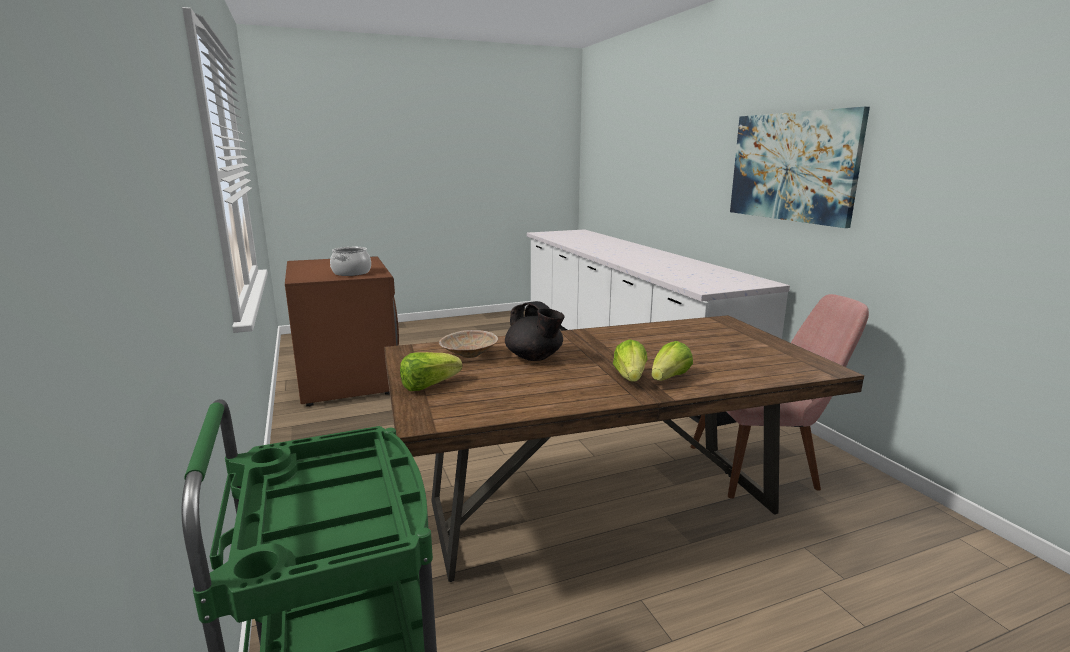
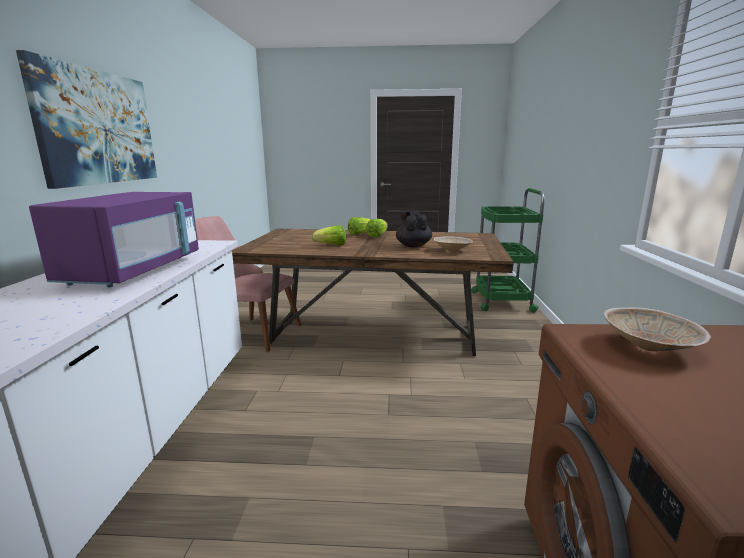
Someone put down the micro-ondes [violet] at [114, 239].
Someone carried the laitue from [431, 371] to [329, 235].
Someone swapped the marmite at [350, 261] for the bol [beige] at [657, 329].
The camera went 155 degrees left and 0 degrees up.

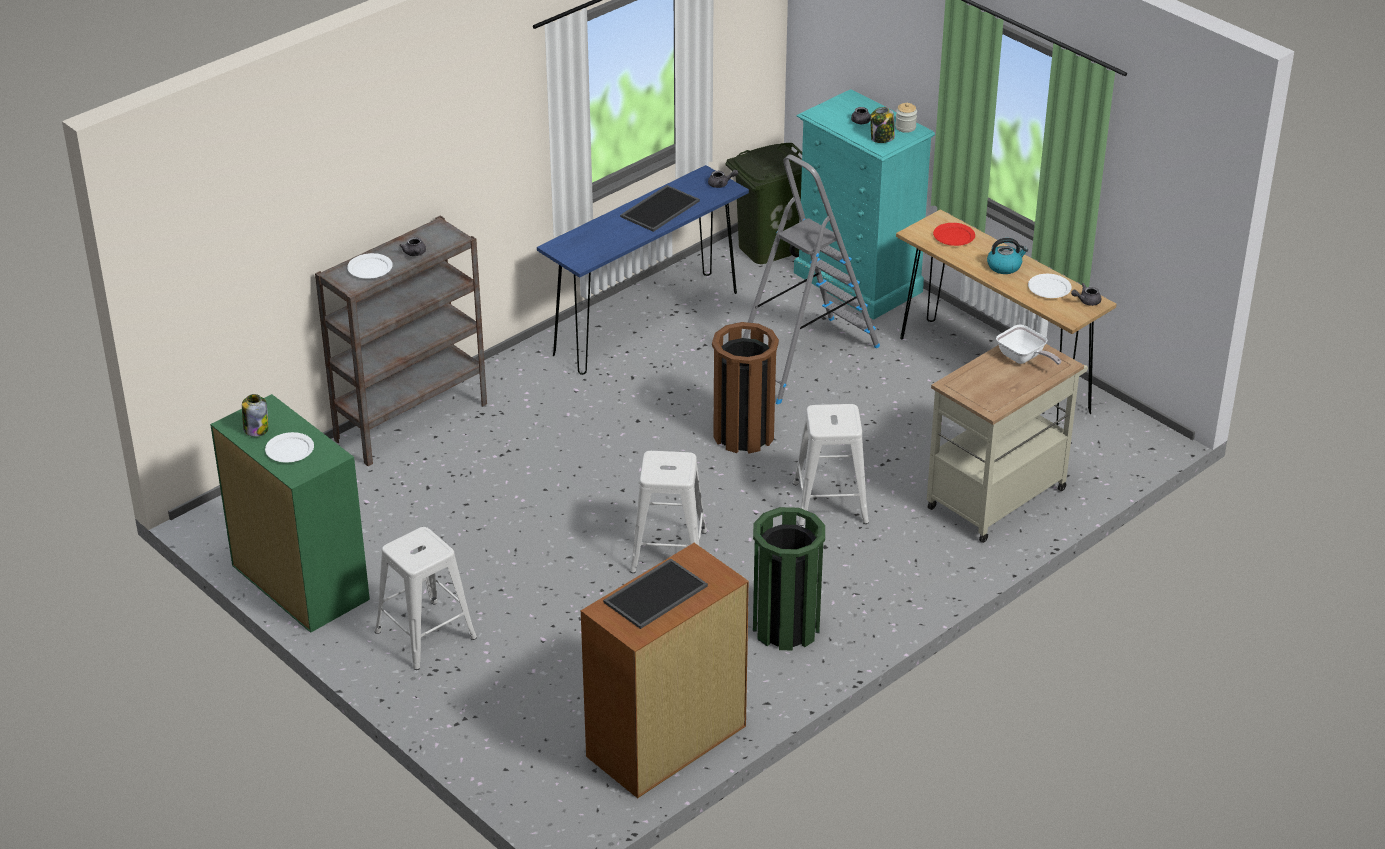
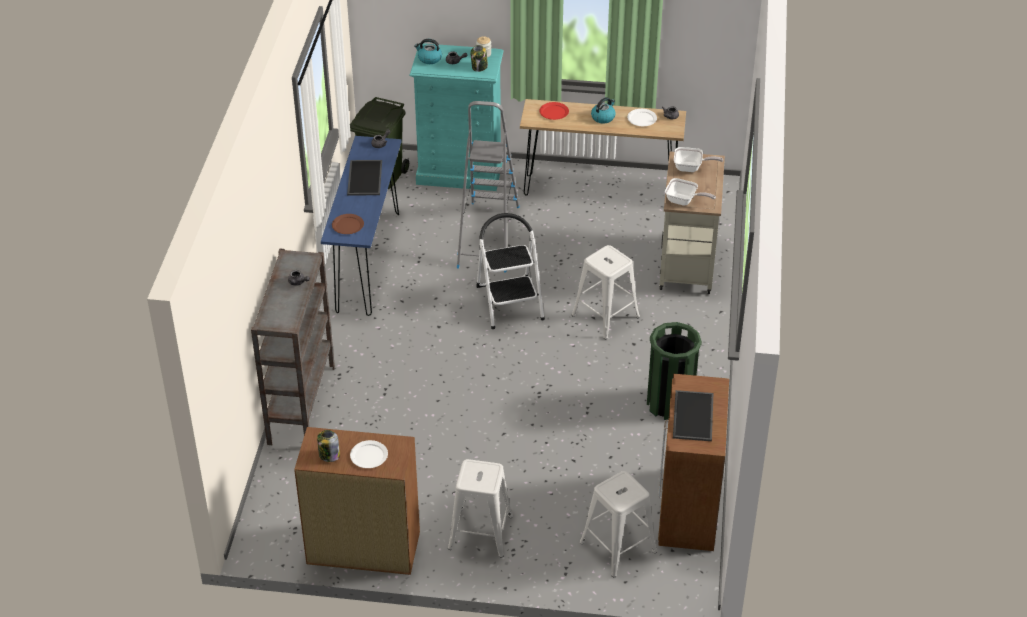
Someone took away the assiette [blanc] at [370, 266].
Someone put down the assiette [marron] at [348, 224].
Someone put down the bouilloire at [428, 51].
Someone put down the poêle at [690, 192].
Someone carried the tabouret [blanc] from [668, 512] to [618, 524].
Someone swapped the poubelle [marron] at [745, 387] for the escabeau at [510, 271].
Someone repainted the meuble de rangement [vert] at [290, 513], which became the meuble de rangement [marron] at [357, 501].
The camera went 40 degrees left and 5 degrees up.

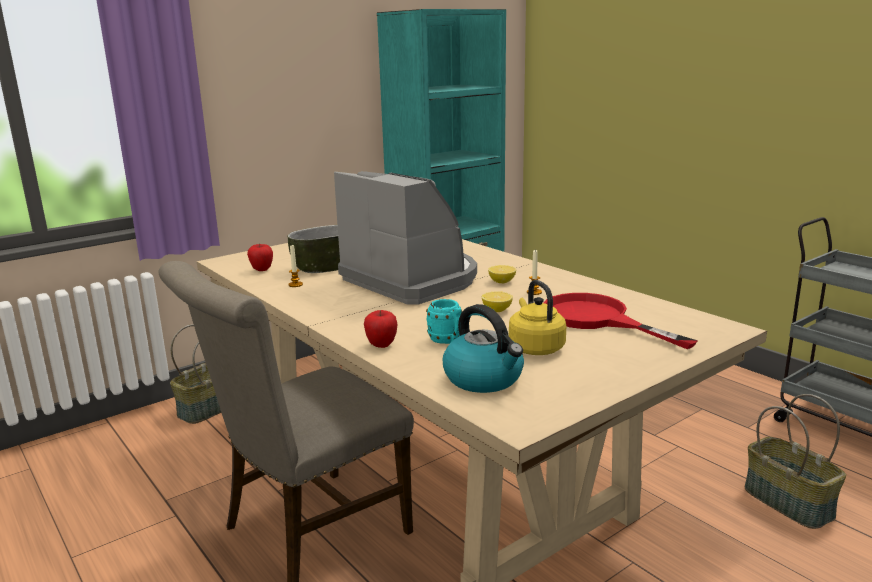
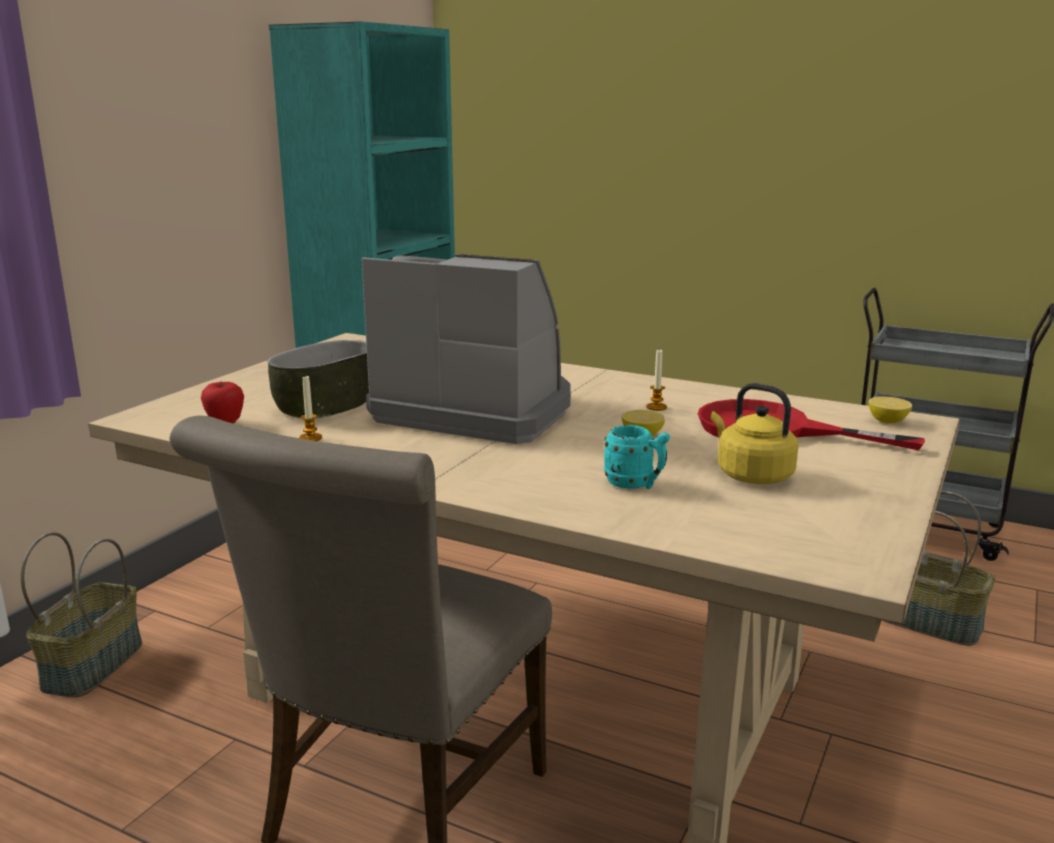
Someone took away the pomme at [380, 329].
Someone took away the bouilloire at [483, 348].
Someone carried the citron from [502, 274] to [890, 410].
The camera went 25 degrees left and 0 degrees up.

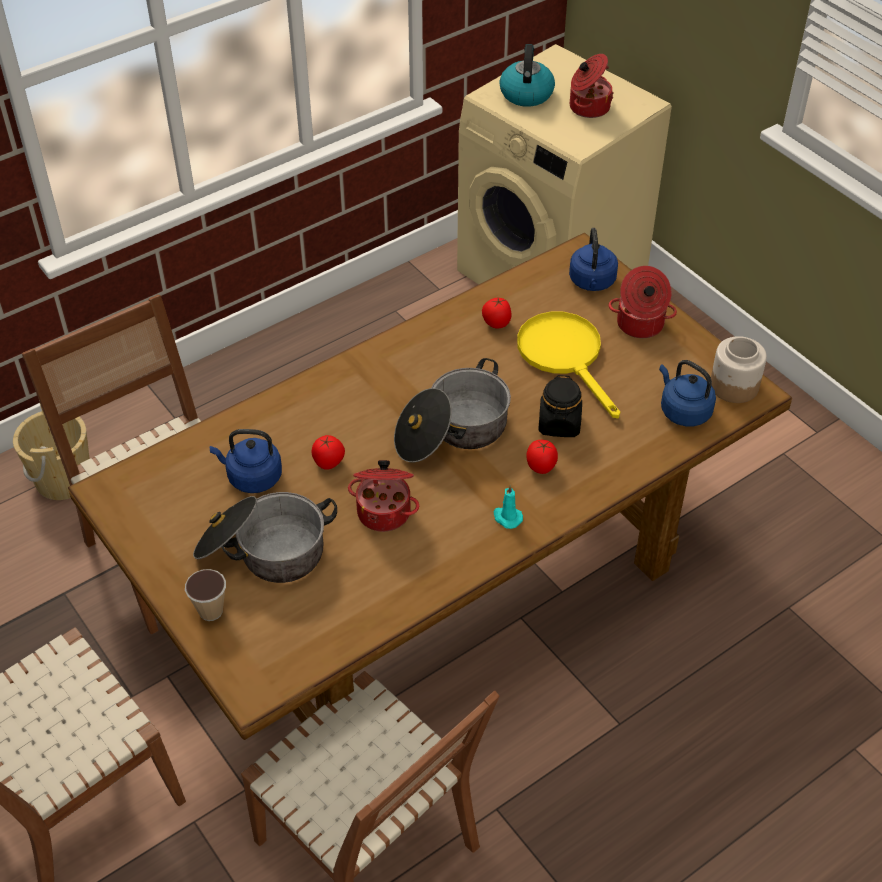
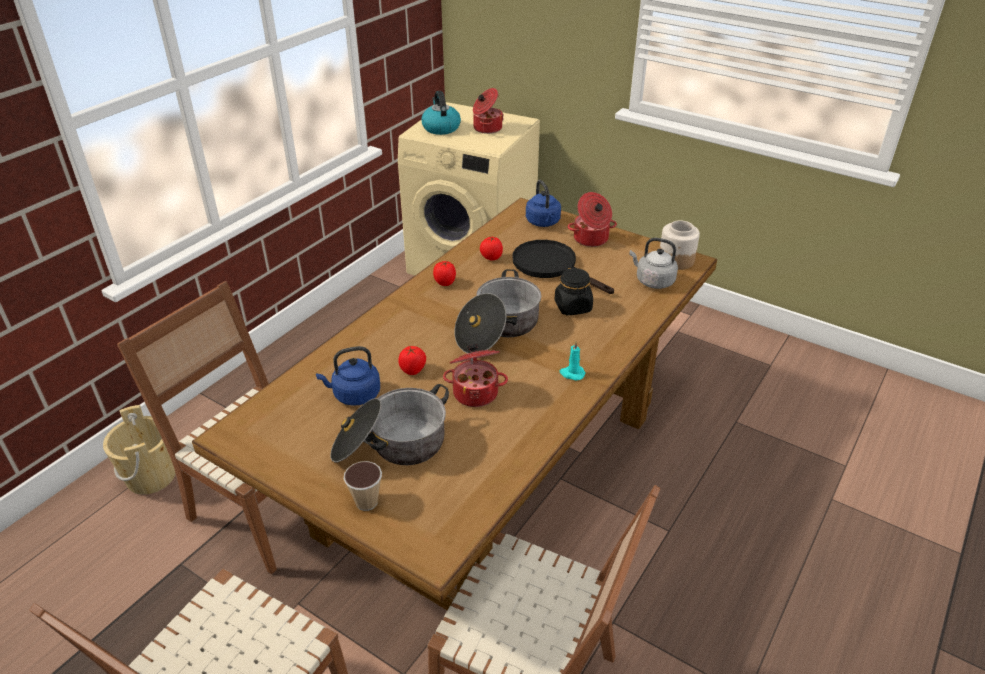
Someone carried the tomate from [542, 457] to [444, 273].
Someone repainted the poêle [jaune] at [568, 365], which became the poêle [noir] at [563, 267].
Someone repainted the bouilloire [bleu] at [687, 393], which became the bouilloire [gris] at [653, 263].
The camera went 20 degrees left and 10 degrees down.

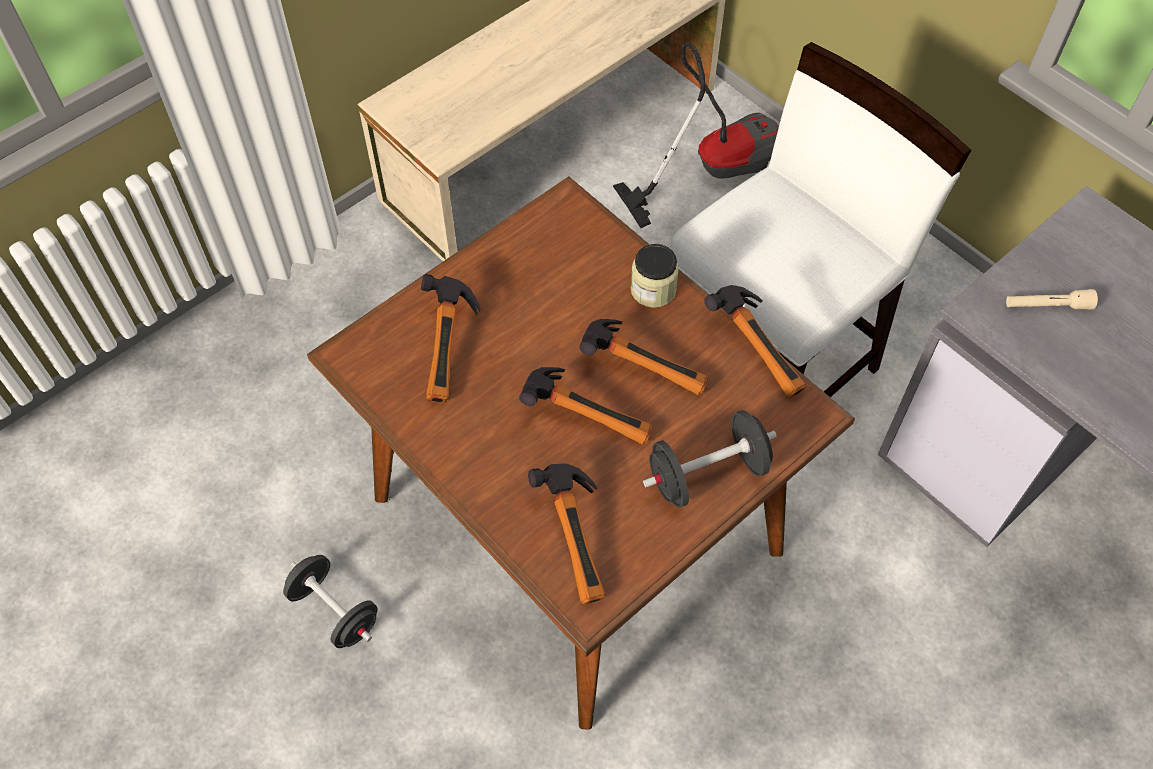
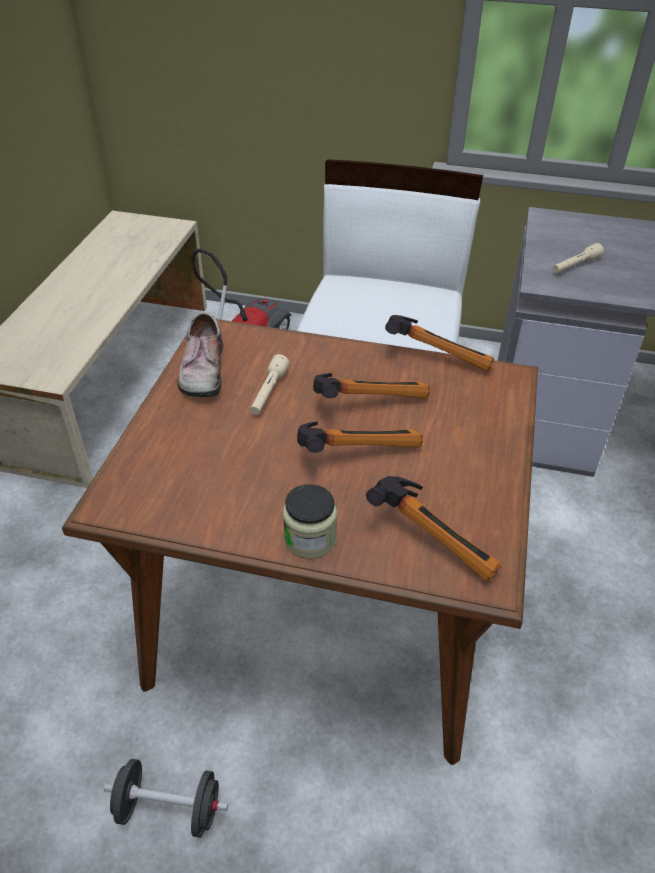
Someone took away the marteau at [451, 338].
Someone took away the haltère [noir] at [710, 459].
Someone put down the chaussure at [200, 355].
Someone put down the lampe de poche [beige] at [270, 384].
Someone carried the bocal from [655, 276] to [310, 521].
The camera went 35 degrees left and 15 degrees down.

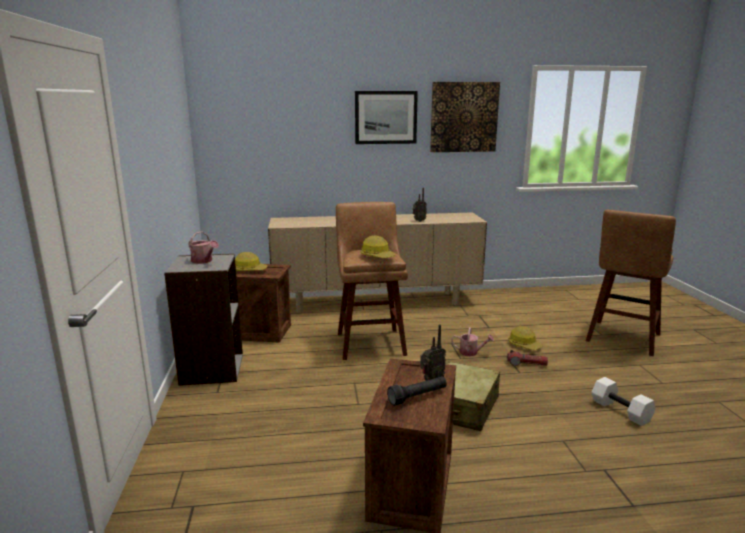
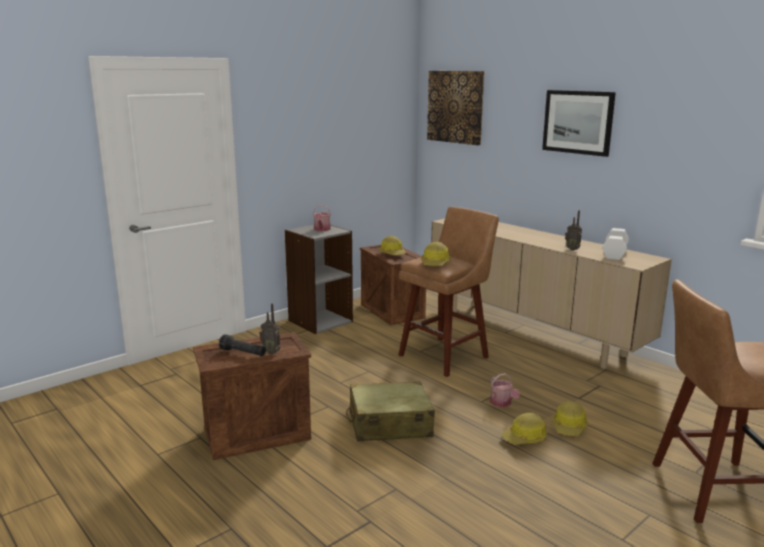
Someone carried the tableau from [465, 117] to [455, 108].
Someone carried the haltère [blanc] from [623, 401] to [615, 244].
Someone swapped the lampe de poche at [527, 358] for the casque de chantier at [524, 429].
The camera went 55 degrees right and 0 degrees up.

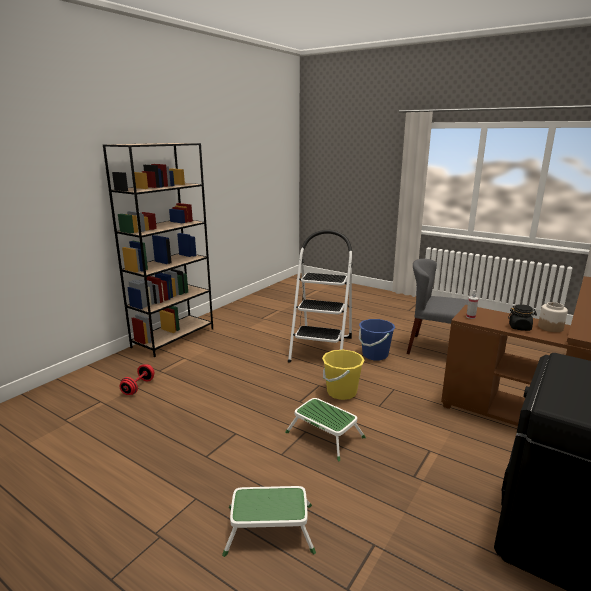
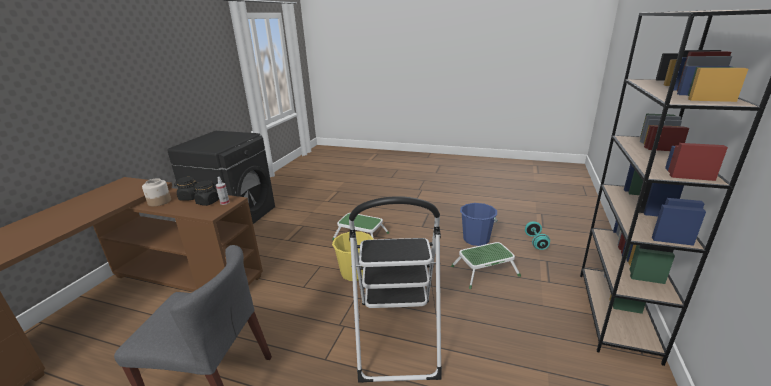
Someone put down the bocal [noir] at [206, 193].
Someone carried the escabeau [vert] from [269, 521] to [486, 265].
Someone carried the seau [bleu] from [377, 340] to [479, 224].
Someone repainted the haltère [rouge] at [137, 379], which became the haltère [turquoise] at [537, 236].
The camera went 165 degrees right and 5 degrees up.

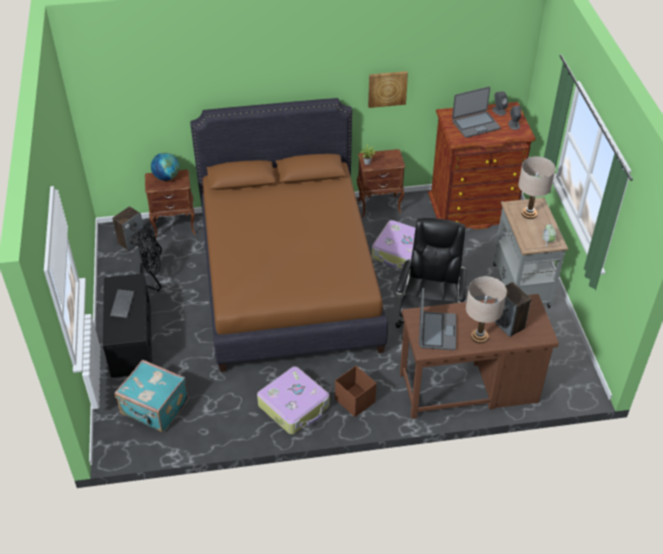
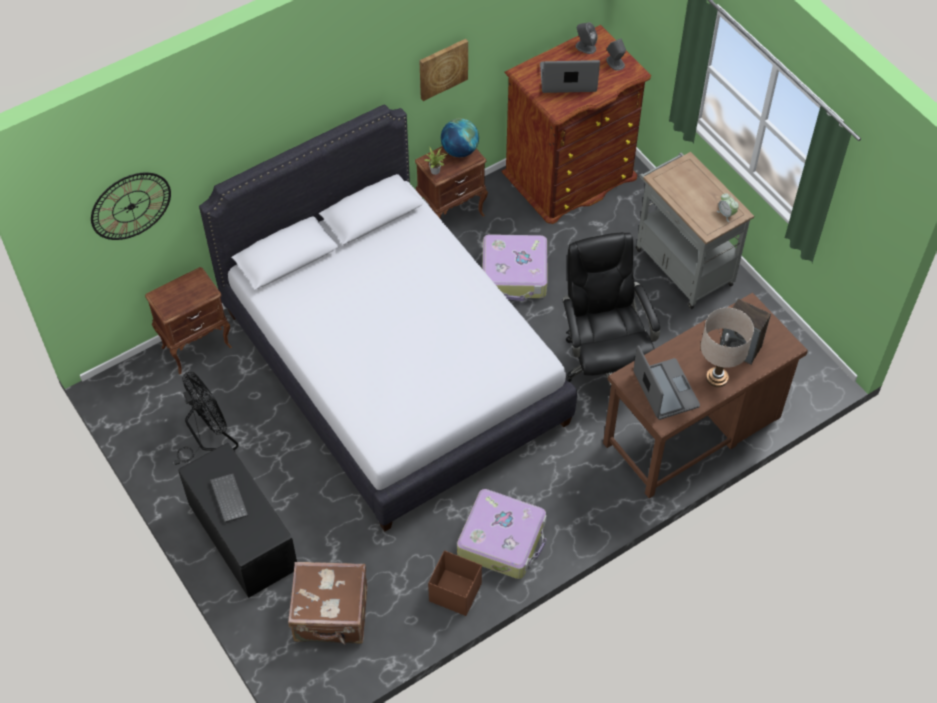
Someone took away the enceinte at [128, 228].
Someone took away the lampe de table [beige] at [536, 187].
Someone put up the horloge murale at [131, 206].
Someone carried the globe from [165, 166] to [460, 137].
Someone carried the boîte de rangement [marron] from [356, 391] to [455, 583].
Someone repainted the valise [turquoise] at [152, 395], which became the valise [marron] at [327, 603].
Someone repainted the lit [marron] at [289, 235], which became the lit [blanc] at [388, 318].
Someone rotated the ordinateur portable at [476, 112] by 135 degrees counterclockwise.
The camera went 25 degrees left and 10 degrees up.

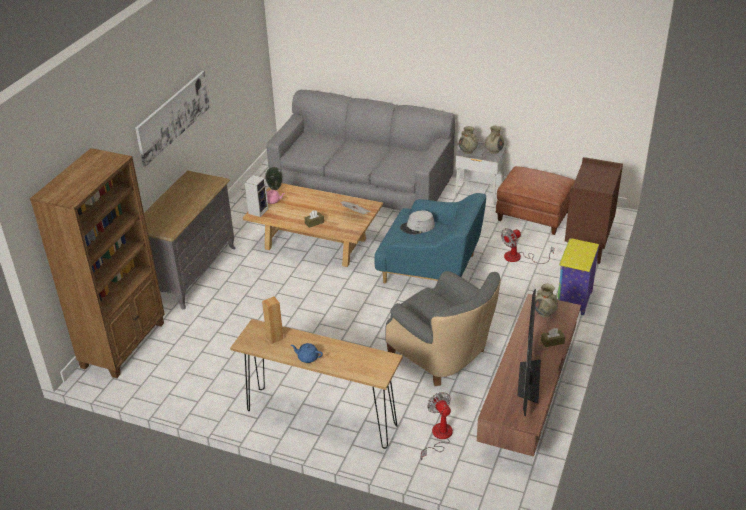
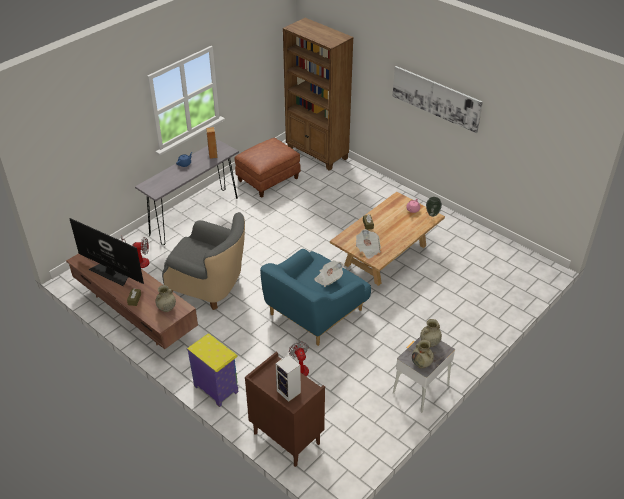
Someone took away the commode [gris] at [190, 240].
Someone took away the canapé [gris] at [360, 150].
Someone carried the enceinte from [256, 196] to [288, 378].
Someone carried the pouf [marron] from [535, 200] to [268, 168].
Someone swapped the chapeau [gris] at [417, 223] for the journal at [329, 273].
Someone repainted the table console [marron] at [316, 384], which became the table console [gris] at [187, 192].
Someone rotated the fauteuil [gris] at [443, 328] by 135 degrees counterclockwise.
The camera went 110 degrees right and 5 degrees up.

